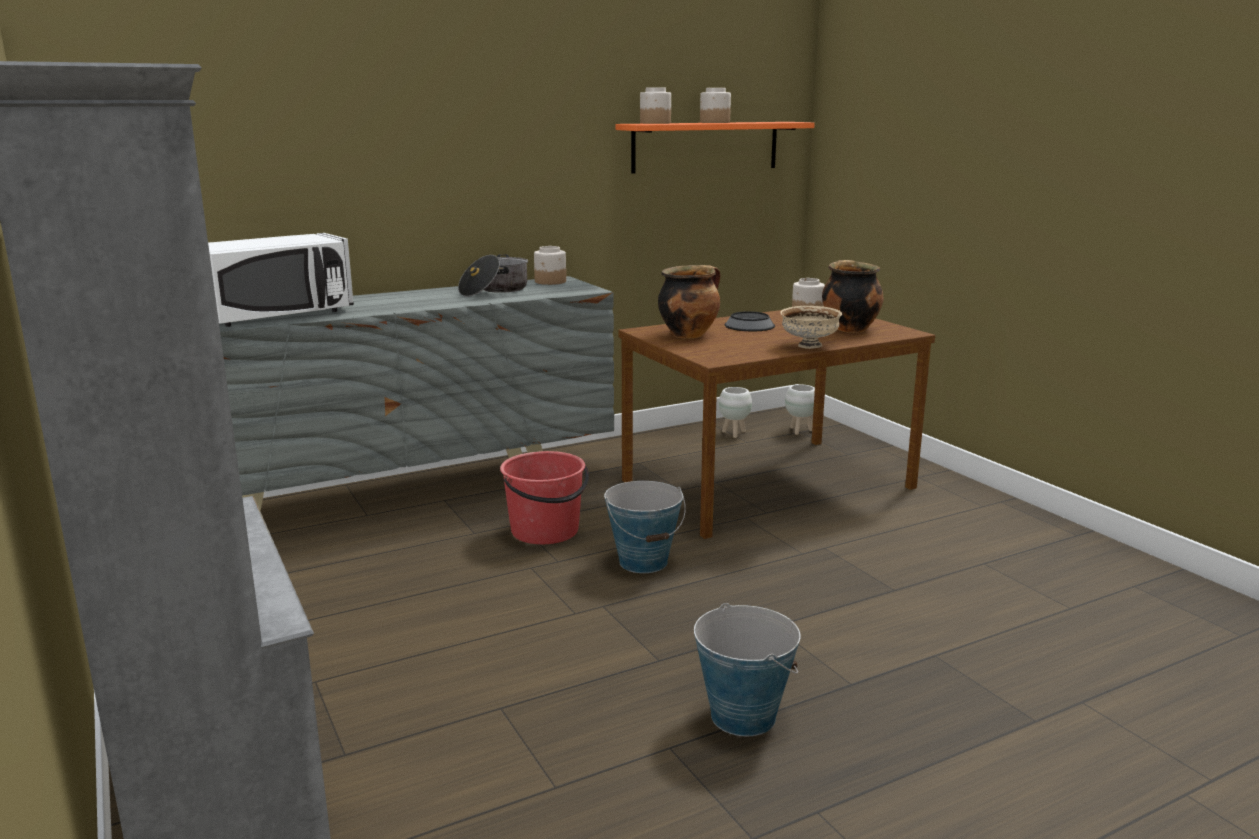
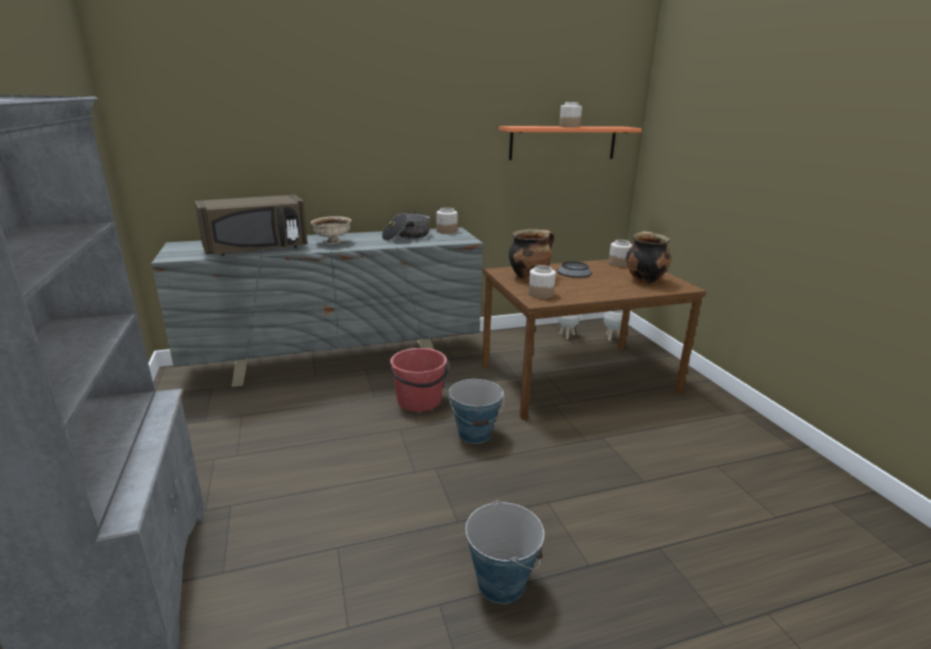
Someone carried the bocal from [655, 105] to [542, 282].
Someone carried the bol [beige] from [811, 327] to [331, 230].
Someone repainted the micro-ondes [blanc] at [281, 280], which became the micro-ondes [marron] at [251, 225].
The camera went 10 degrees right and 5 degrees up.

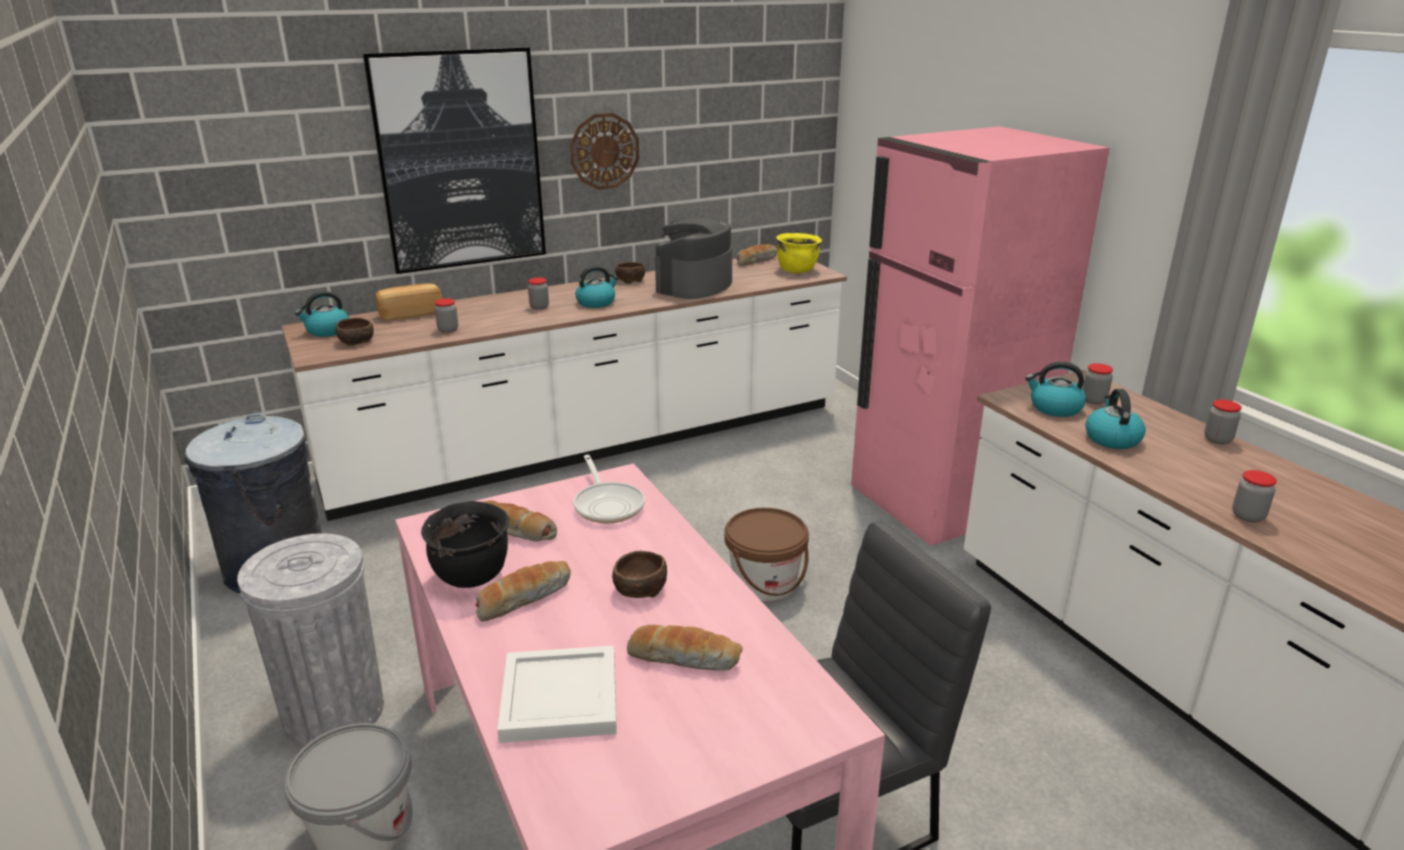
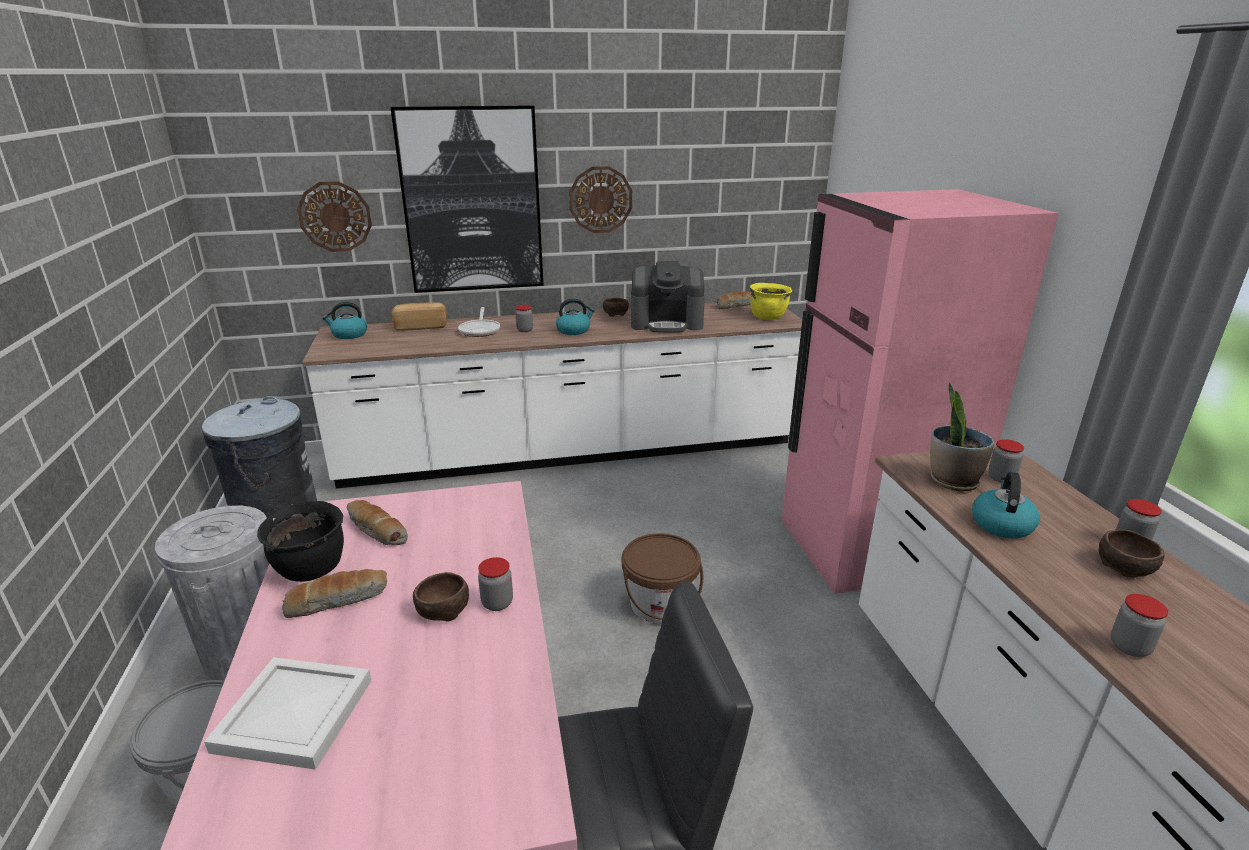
Someone took away the pain at [685, 648].
Someone put up the horloge murale at [334, 216].
Someone carried the bol [marron] from [354, 332] to [1132, 553].
Someone carried the bocal from [446, 315] to [495, 584].
Someone carried the poêle from [609, 489] to [479, 322].
Someone swapped the bouilloire at [1055, 389] for the plante en pot at [962, 436].
Someone rotated the machine à café at [693, 258] by 135 degrees counterclockwise.
The camera went 15 degrees right and 0 degrees up.

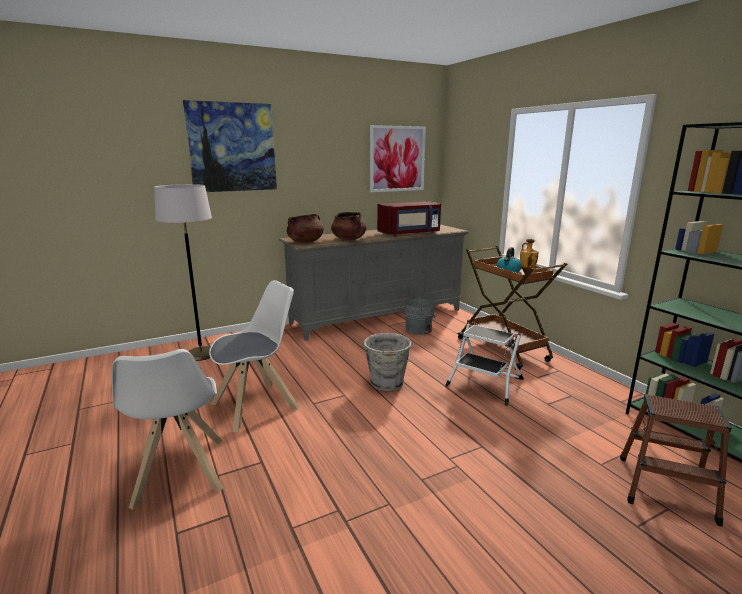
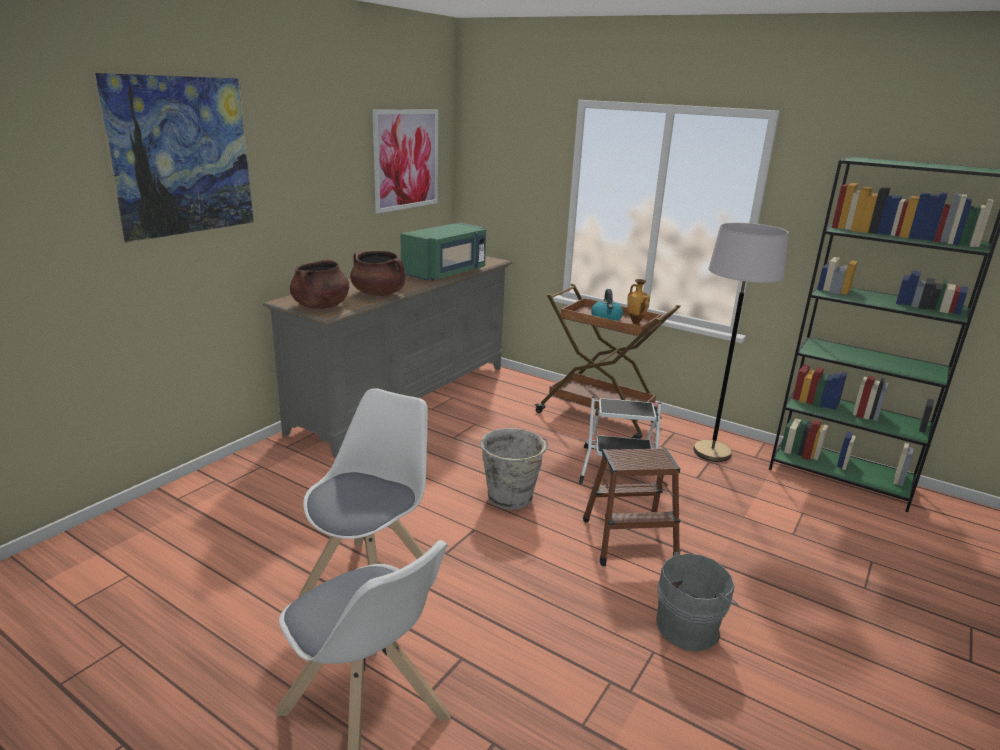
Someone carried the lampadaire [gris] from [183, 272] to [741, 342].
Someone carried the seau [gris] from [419, 316] to [697, 602].
Someone carried the escabeau [marron] from [676, 460] to [631, 507].
Someone repainted the micro-ondes [rouge] at [409, 218], which became the micro-ondes [vert] at [443, 252].
The camera went 30 degrees left and 5 degrees up.

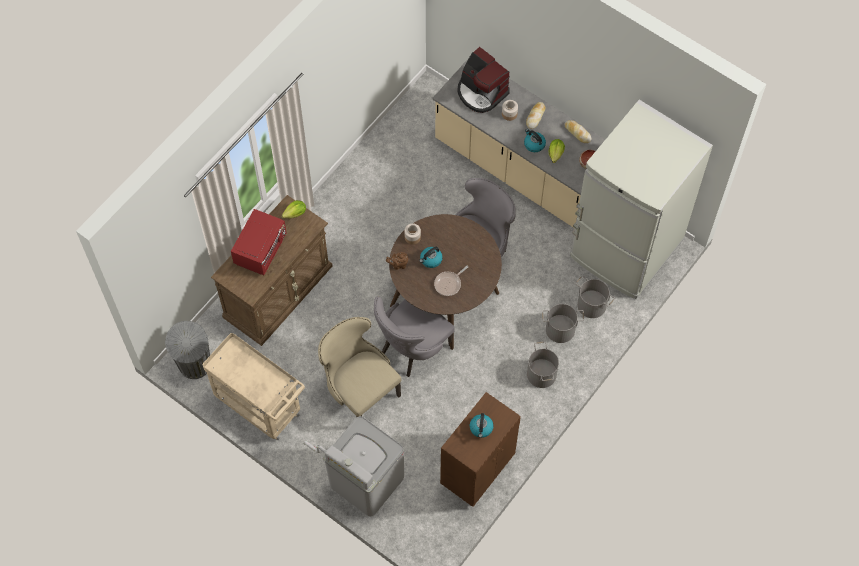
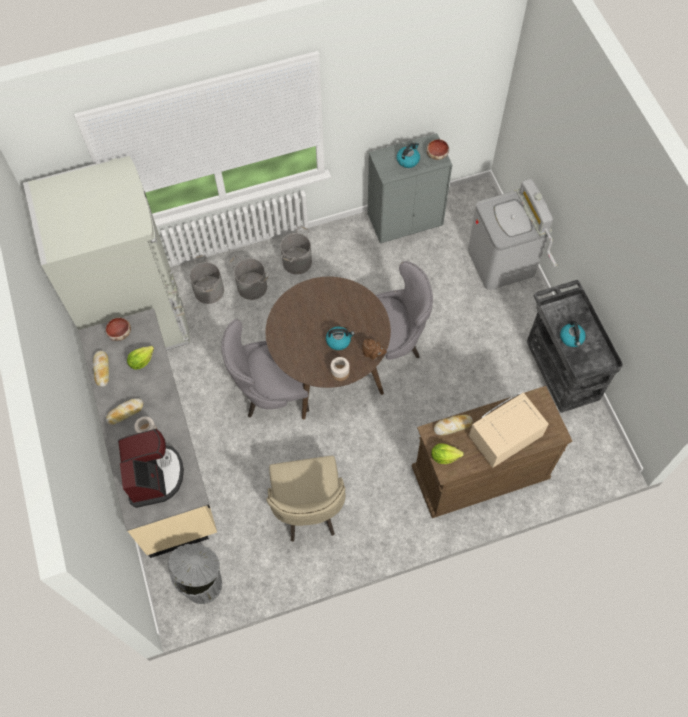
Someone took away the poêle at [451, 281].
Someone put down the bol at [437, 149].
Someone put down the pain at [453, 425].
Someone carried the poubelle [gris] from [187, 350] to [195, 573].
Someone carried the chaise [beige] from [359, 367] to [305, 499].
Someone carried the bouilloire from [535, 140] to [573, 334].
Someone repainted the chariot [beige] at [254, 386], which became the chariot [noir] at [575, 346].
Someone repainted the micro-ondes [rouge] at [259, 242], which became the micro-ondes [beige] at [509, 430].
Someone repainted the meuble de rangement [marron] at [480, 449], which became the meuble de rangement [gris] at [409, 188].
The camera went 145 degrees left and 0 degrees up.

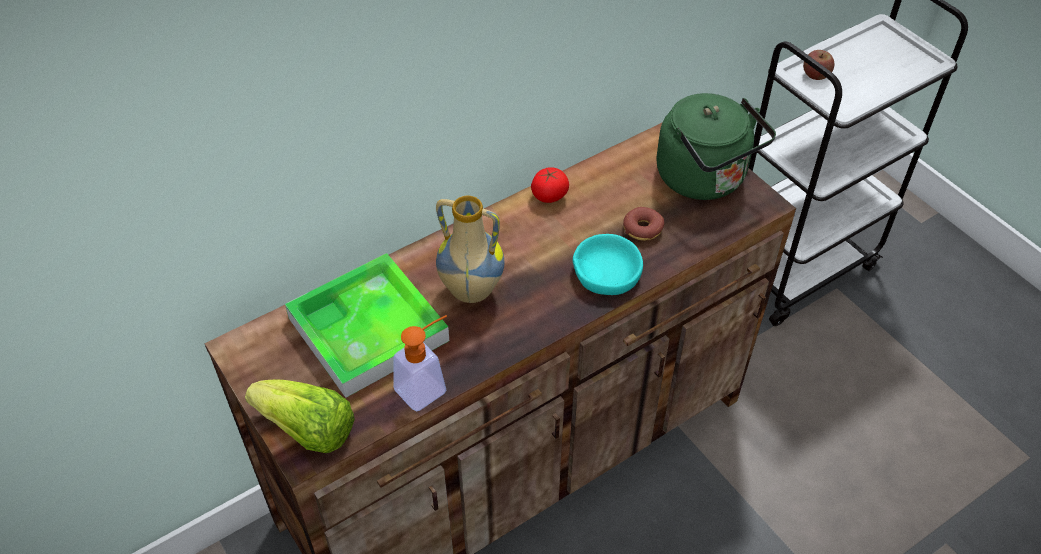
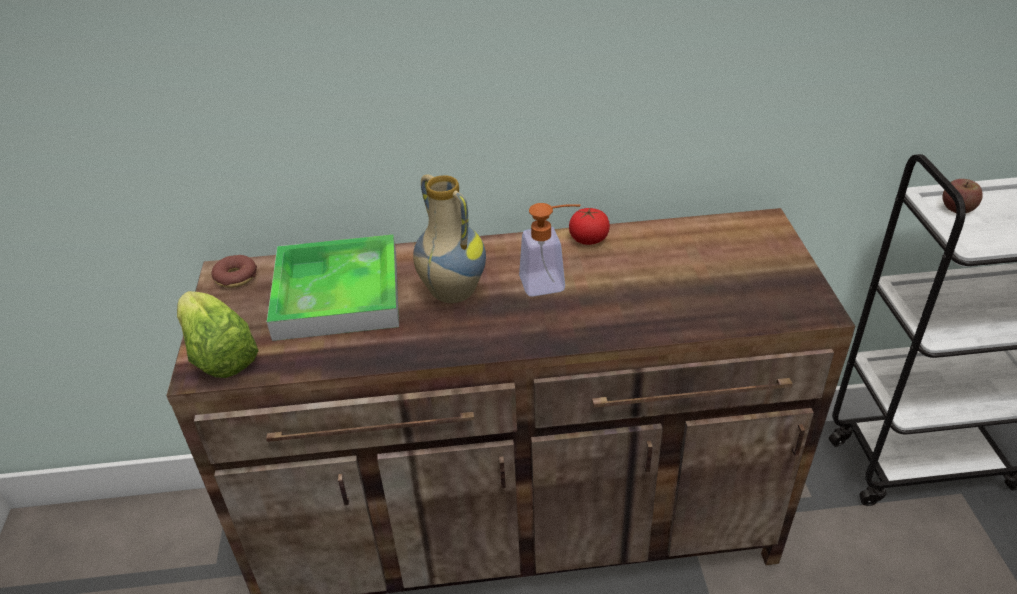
Someone took away the bol [turquoise] at [608, 264].
Someone took away the bouilloire [vert] at [716, 146].
Someone carried the distributeur de savon from [420, 363] to [549, 250].
Someone carried the beignet from [643, 224] to [234, 271].
The camera went 30 degrees right and 10 degrees down.

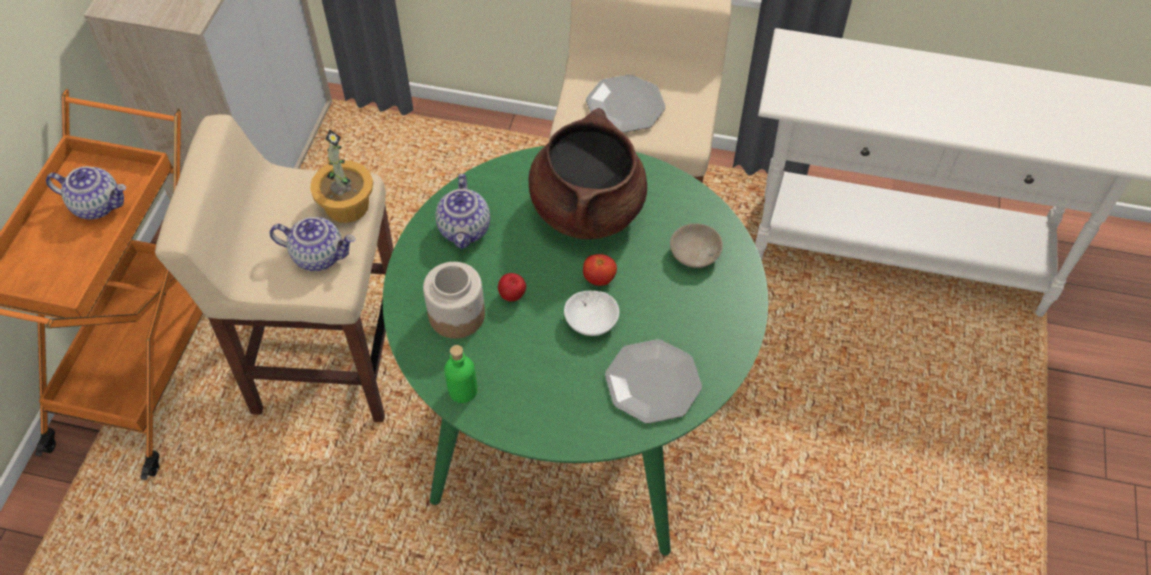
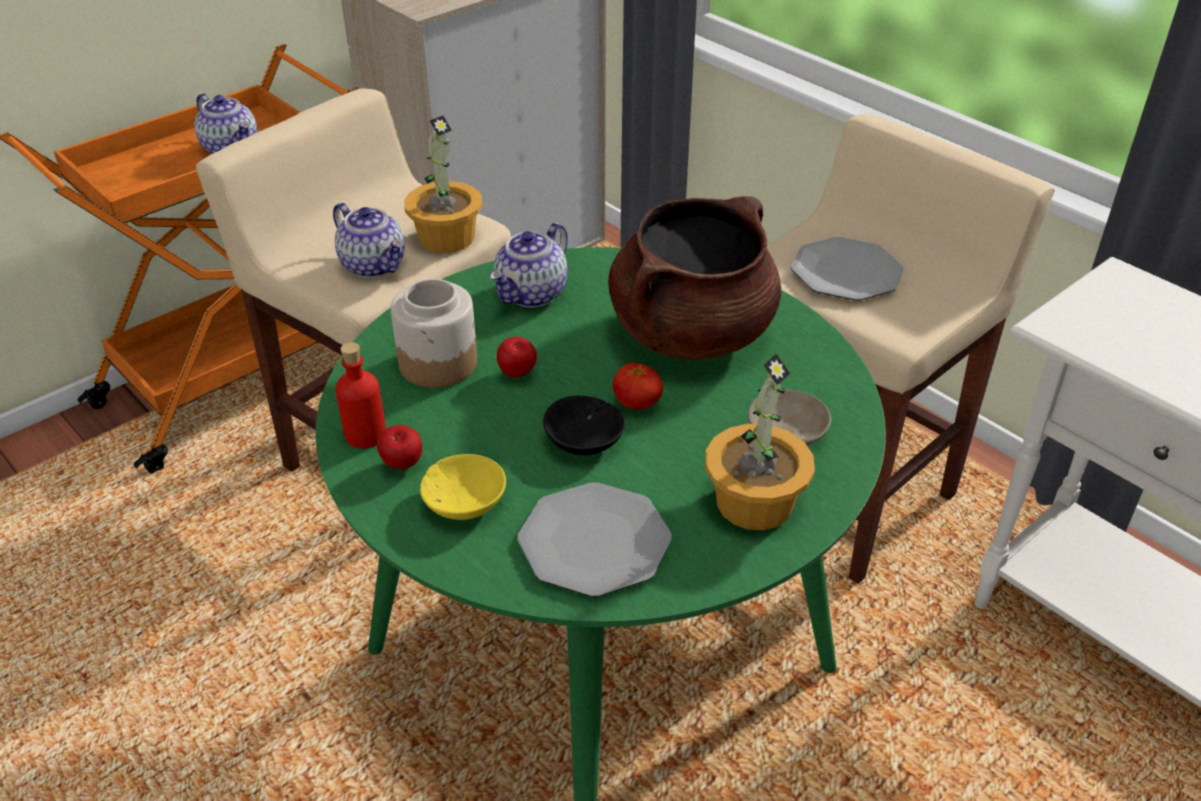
Someone put down the pomme at [399, 447].
Someone put down the bol [jaune] at [463, 487].
Someone put down the plante en pot at [760, 441].
Someone repainted the bouteille [vert] at [460, 374], which became the bouteille [rouge] at [360, 395].
Someone repainted the bol [blanc] at [591, 313], which became the bol [noir] at [584, 425].
The camera went 35 degrees right and 15 degrees down.

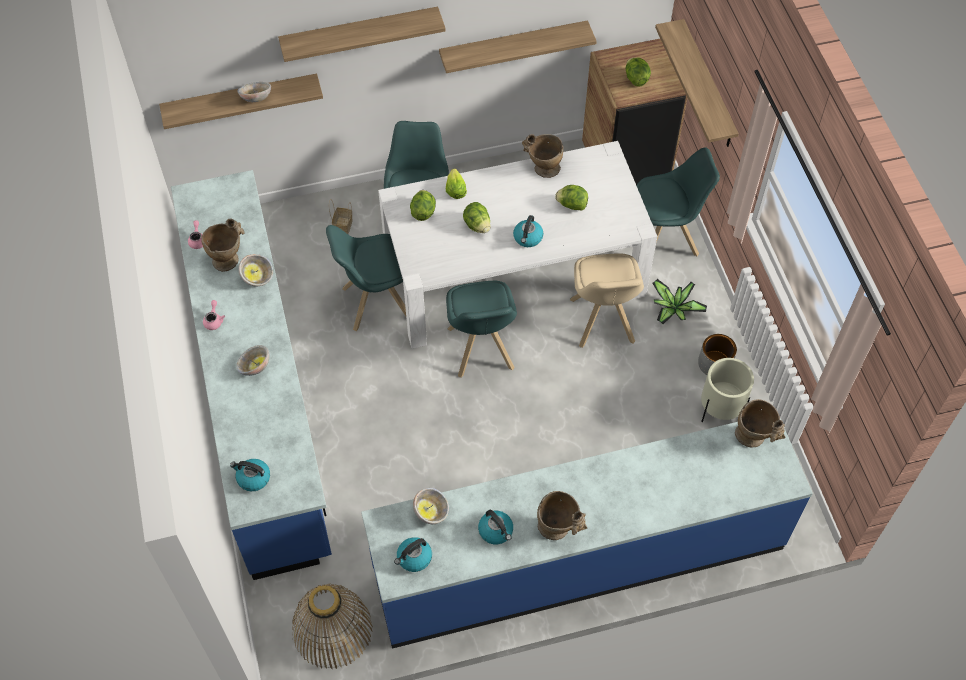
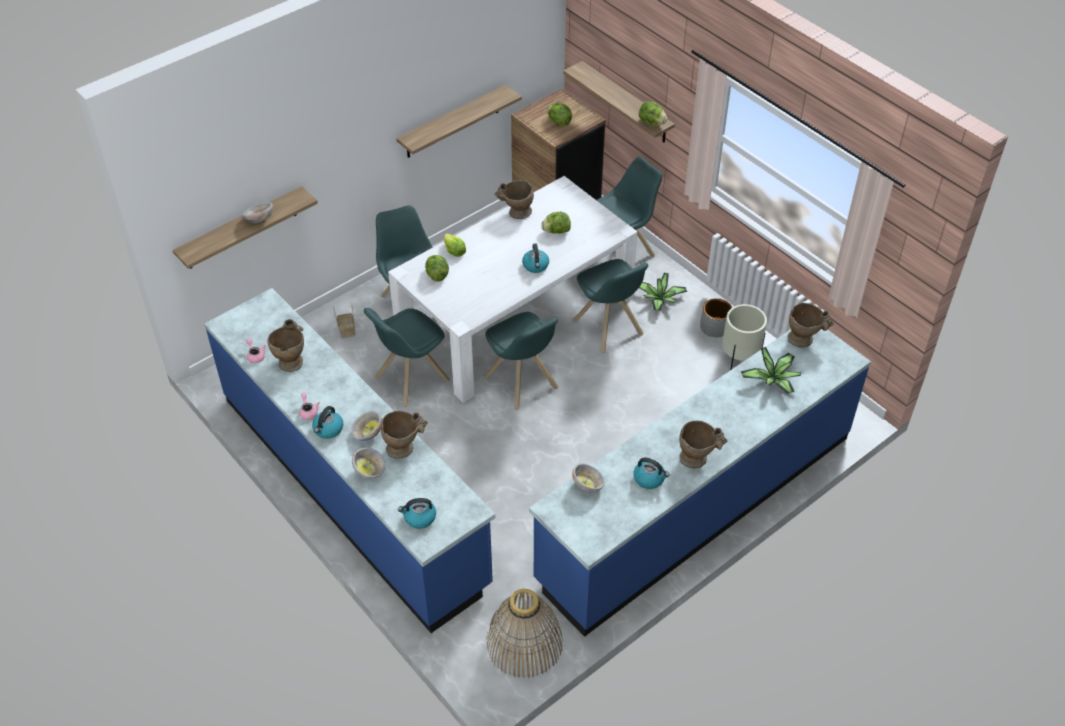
Someone took away the étagère at [362, 34].
Someone put down the vase [beige] at [404, 435].
Someone put down the plante en pot at [771, 370].
Someone carried the bol from [256, 270] to [369, 463].
Someone carried the bouilloire from [413, 554] to [327, 422].
Someone carried the laitue from [476, 217] to [653, 113].
Someone repainted the chaise [beige] at [607, 301], which became the chaise [turquoise] at [610, 306].
The camera went 25 degrees left and 10 degrees down.

